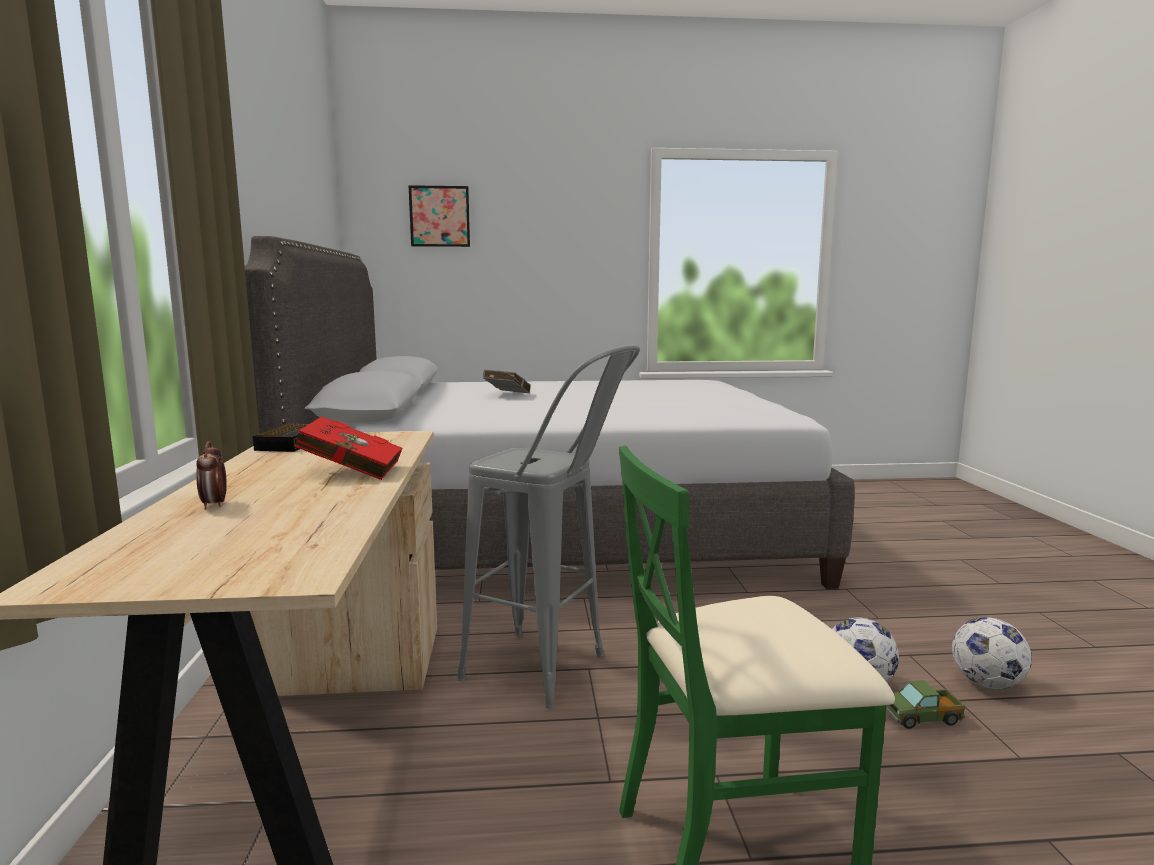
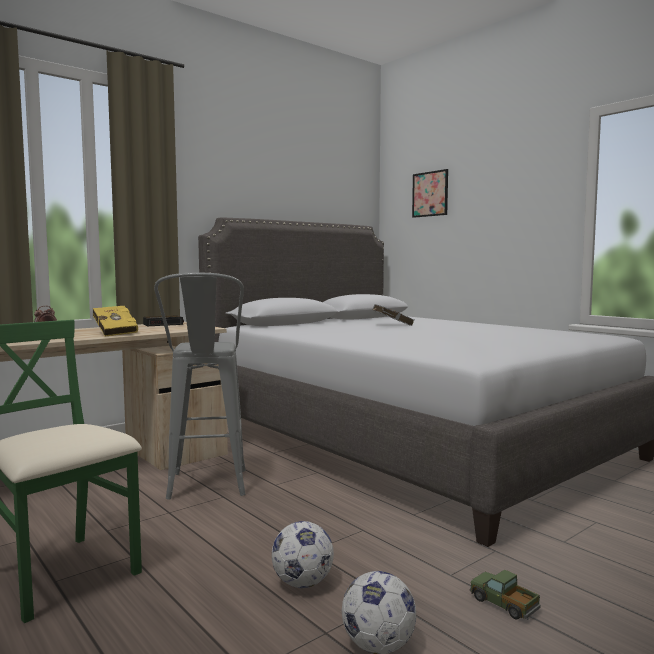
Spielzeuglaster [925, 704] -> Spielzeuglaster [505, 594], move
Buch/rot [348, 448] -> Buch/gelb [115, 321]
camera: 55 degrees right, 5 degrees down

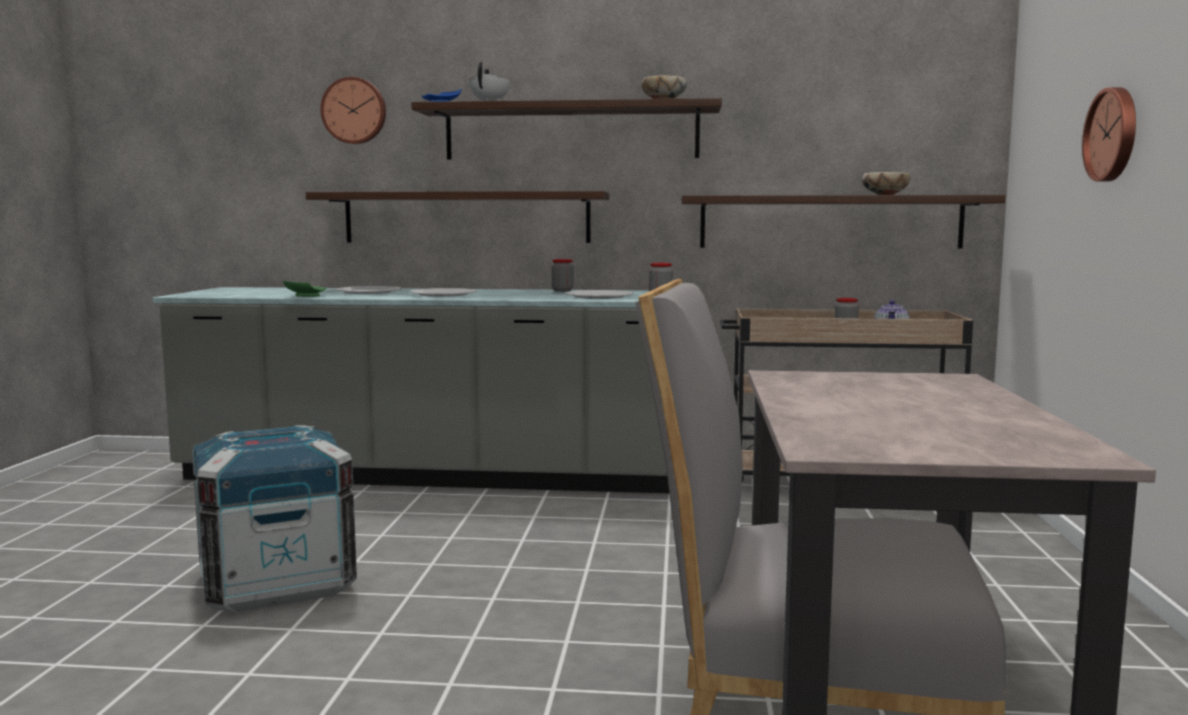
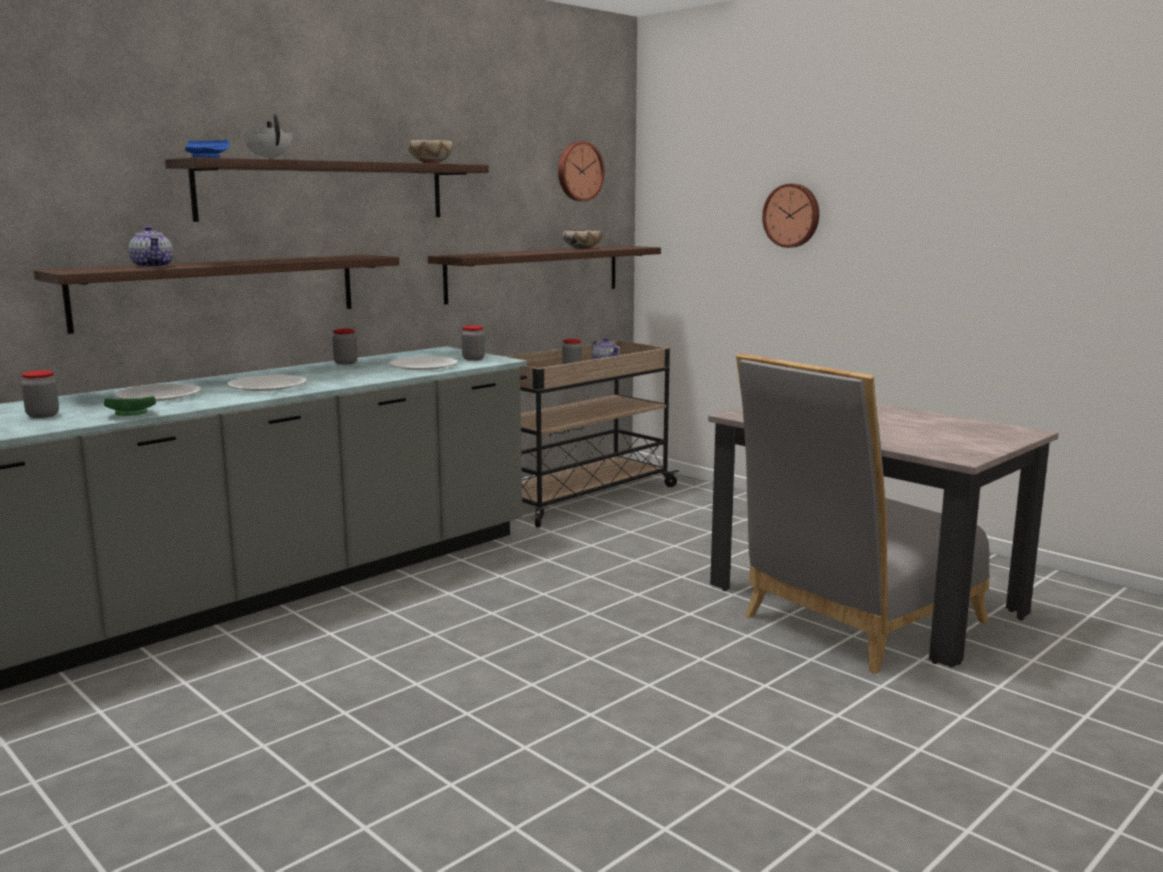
Kiste [274, 519] -> none
none -> Vorratsglas [40, 394]
none -> Teekanne [151, 247]
Wanduhr [353, 110] -> Wanduhr [581, 171], move
camera: 50 degrees left, 5 degrees up

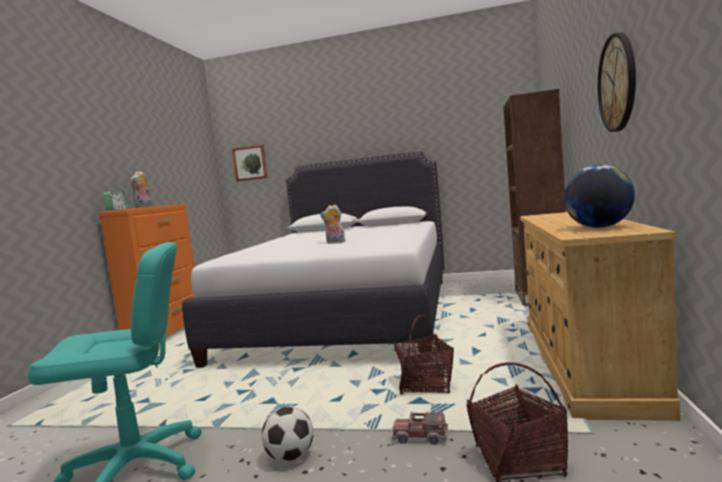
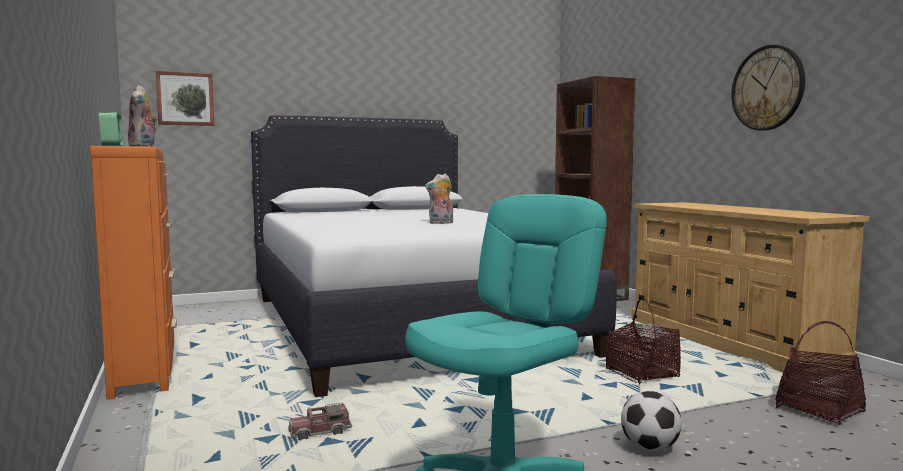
Globus [599, 196] -> none
Spielzeuglaster [420, 428] -> Spielzeuglaster [320, 421], move
camera: 35 degrees left, 0 degrees up

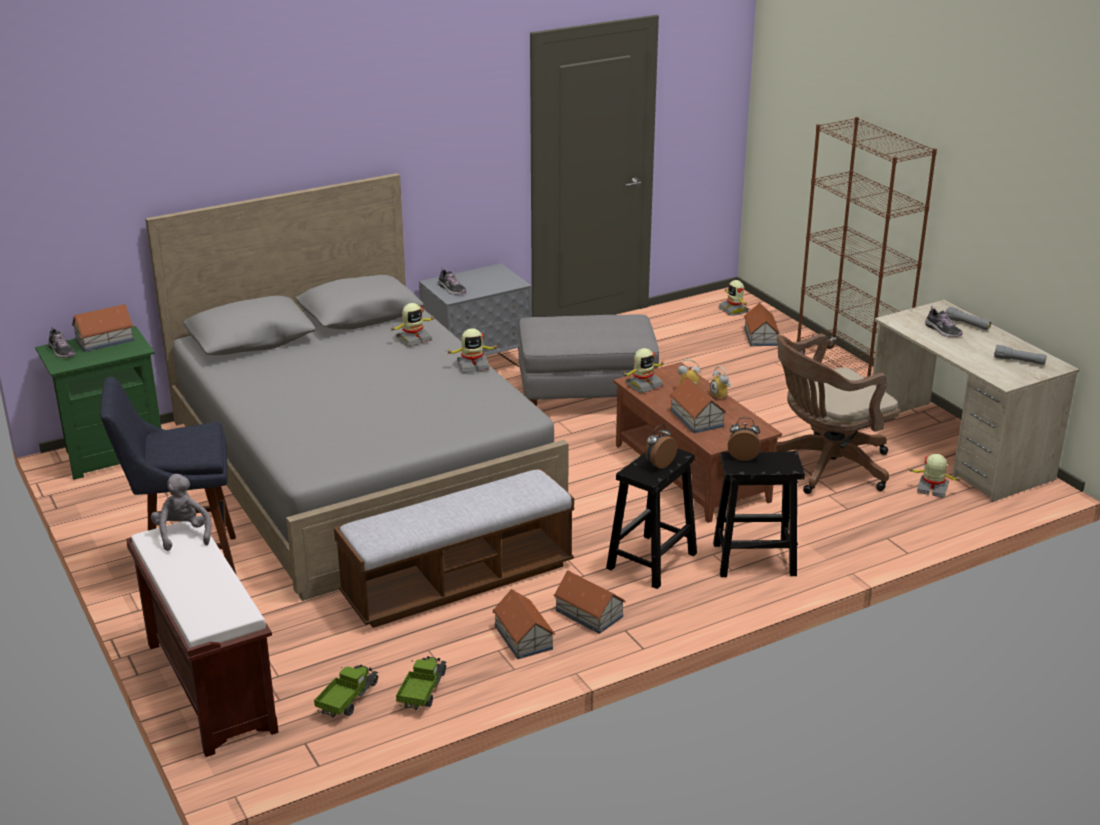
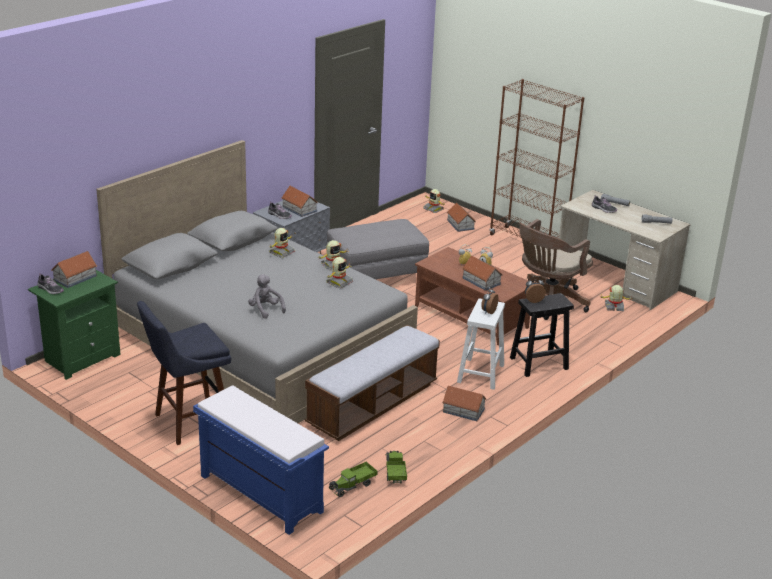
Plüschtier/grau [181, 512] -> Plüschtier/grau [267, 296], move
Spielzeughaus [523, 624] -> Spielzeughaus [299, 201], move
Spielzeugroboter [643, 370] -> Spielzeugroboter [340, 272], move
Bank/braun [202, 639] -> Bank/blau [261, 460]
Hocker/schwarz [651, 518] -> Hocker/weiß [481, 344]
Spielzeuglaster [346, 690] -> Spielzeuglaster [352, 479], 135 degrees counterclockwise
camera: 20 degrees left, 0 degrees up

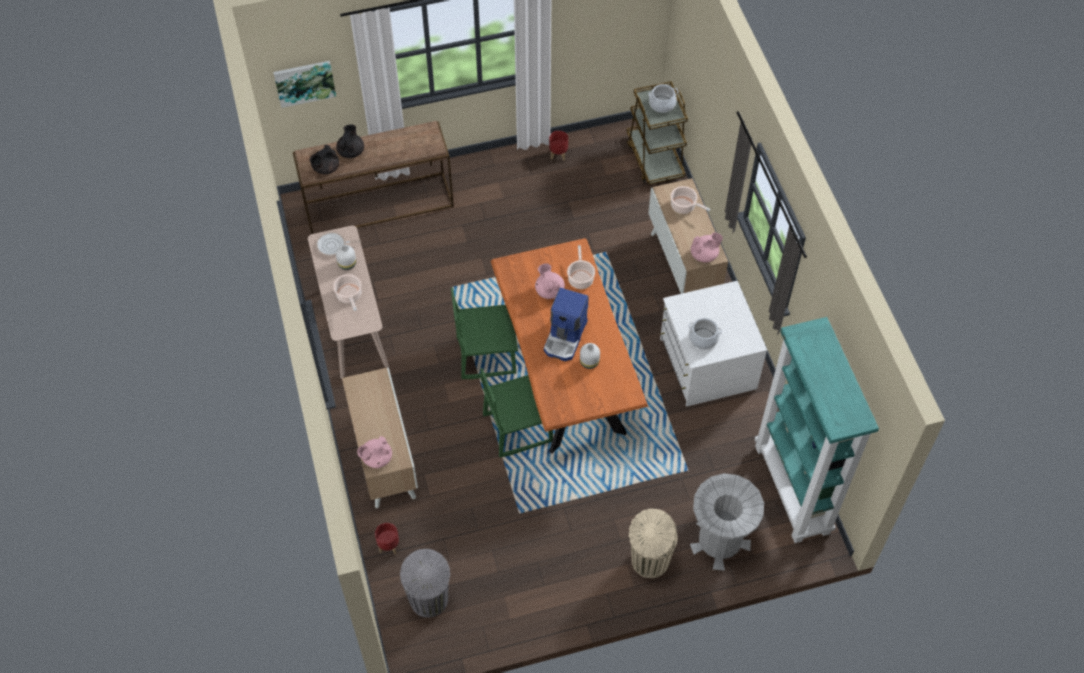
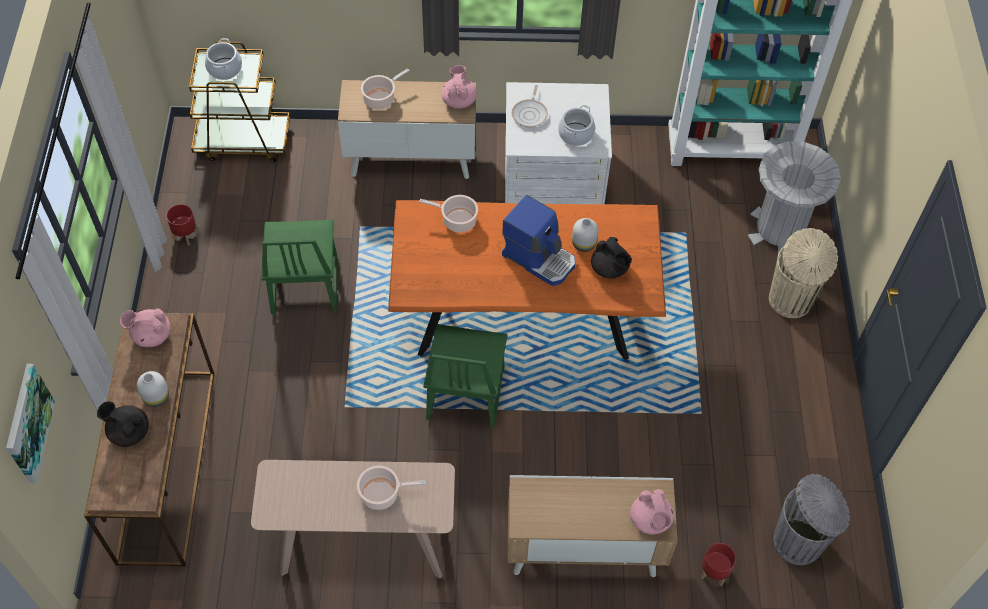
Teekanne/schwarz [324, 159] -> Teekanne/schwarz [611, 257], move
Pfanne [338, 244] -> Pfanne [530, 106], move
Vase/weiß [346, 257] -> Vase/weiß [153, 389], move
Stuhl/grün [516, 413] -> Stuhl/grün [299, 267], move
Teekanne/rosa [550, 281] -> Teekanne/rosa [145, 327], move
camera: 75 degrees left, 0 degrees up

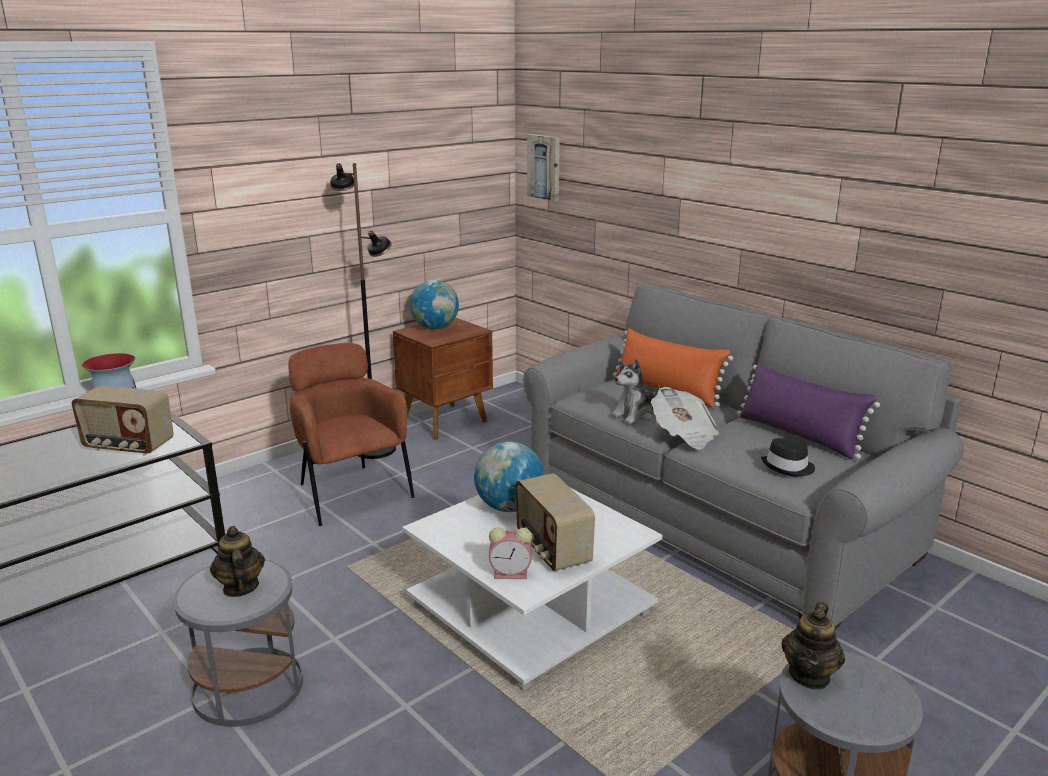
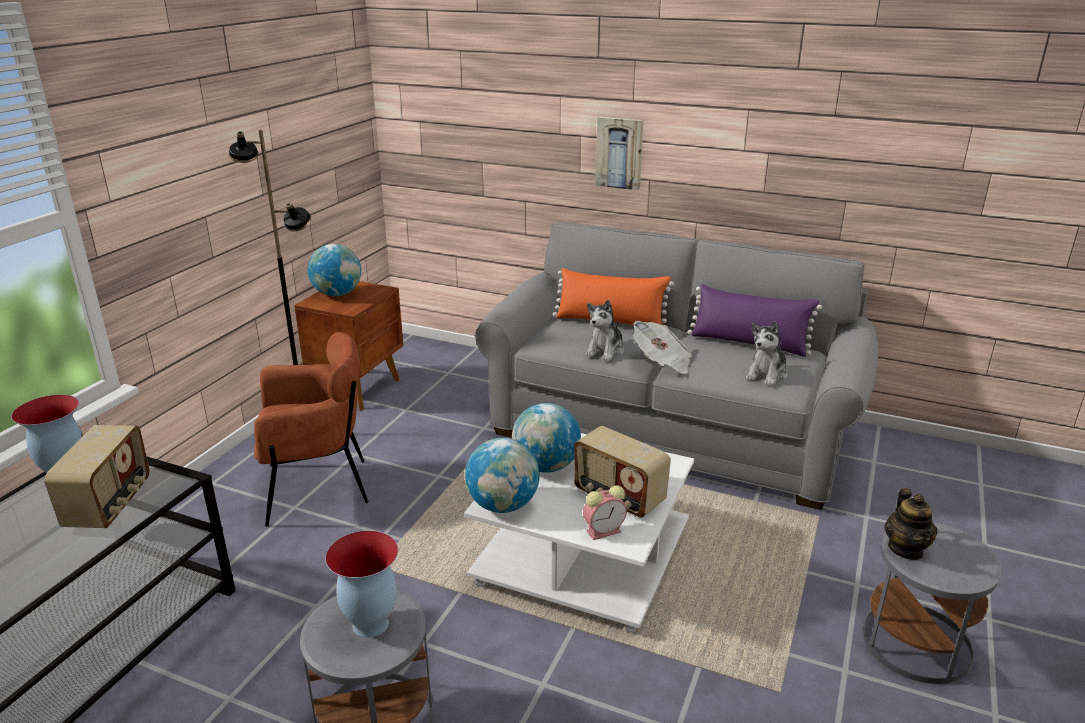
none -> Globus [502, 475]
Bild [543, 167] -> Bild [619, 153], move
Teekanne [237, 561] -> Vase [361, 584]
Hut/schwarz [788, 457] -> Plüschtier [766, 353]
Radio [122, 420] -> Radio [97, 476], 75 degrees counterclockwise
Sessel/braun [351, 434] -> Sessel/braun [311, 429], 135 degrees clockwise
camera: 25 degrees left, 5 degrees up

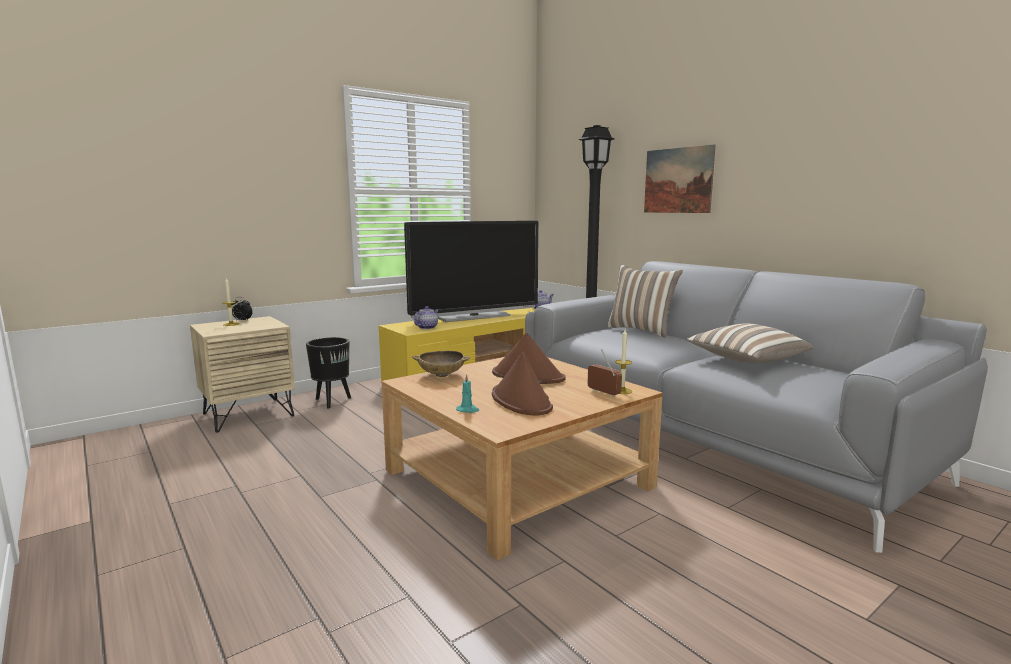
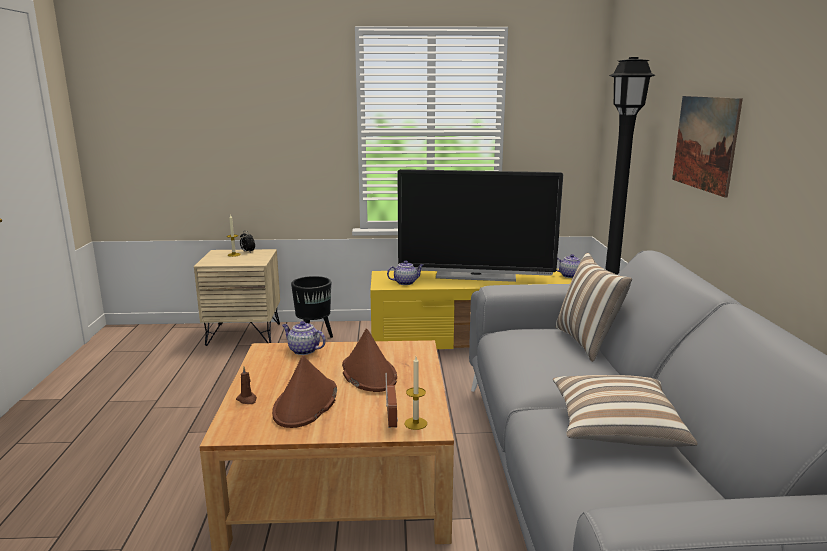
Schüssel/beige [441, 364] -> Teekanne [304, 338]
Kerze/türkis [468, 393] -> Kerze/braun [246, 385]
camera: 35 degrees right, 5 degrees up

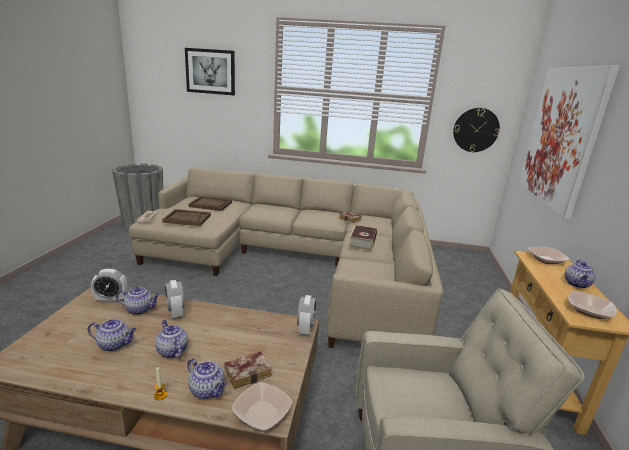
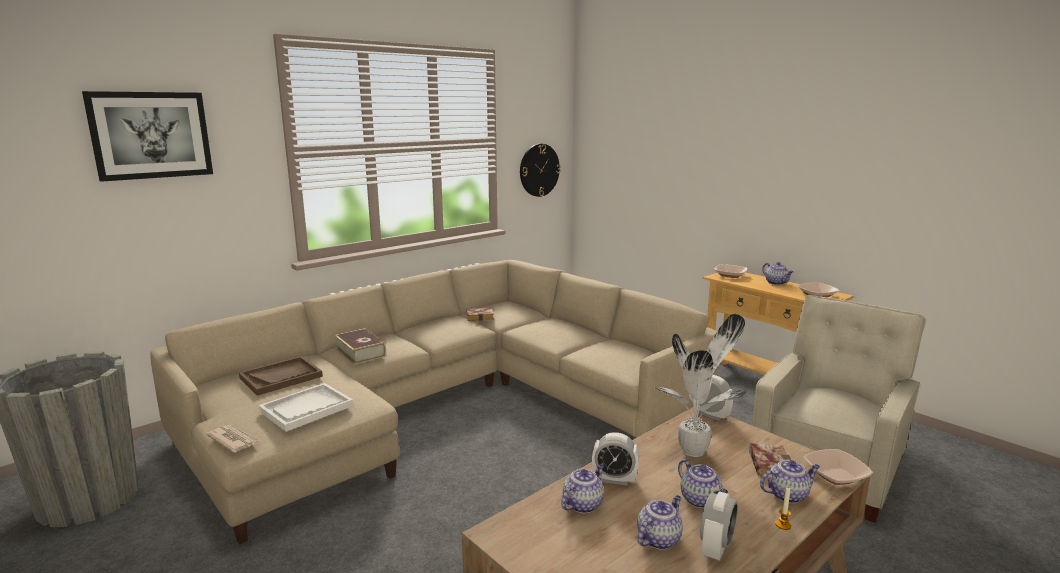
Bild [569, 142] -> none
none -> Topfpflanze [700, 385]
Wecker [109, 286] -> Wecker [719, 526], move
Buch [362, 238] -> Buch [360, 346], move
Tablett/braun [186, 217] -> Tablett/weiß [306, 407]
Teekanne [171, 339] -> Teekanne [703, 483], 120 degrees counterclockwise
camera: 50 degrees left, 5 degrees down

